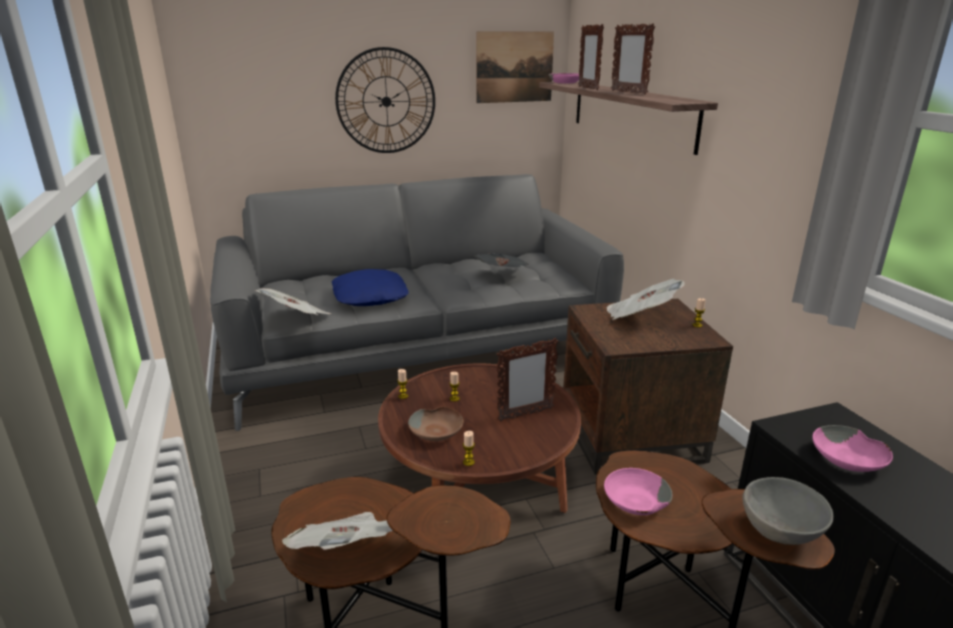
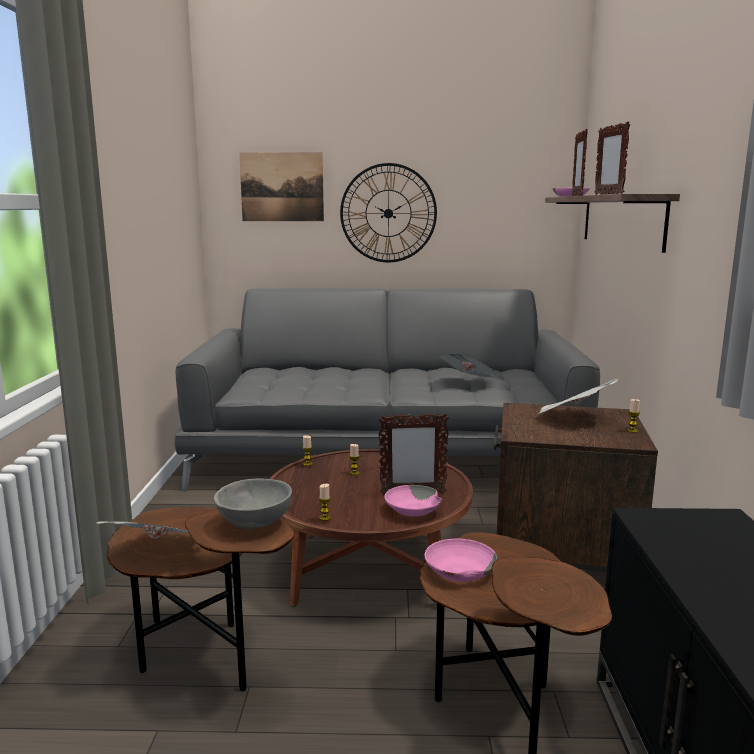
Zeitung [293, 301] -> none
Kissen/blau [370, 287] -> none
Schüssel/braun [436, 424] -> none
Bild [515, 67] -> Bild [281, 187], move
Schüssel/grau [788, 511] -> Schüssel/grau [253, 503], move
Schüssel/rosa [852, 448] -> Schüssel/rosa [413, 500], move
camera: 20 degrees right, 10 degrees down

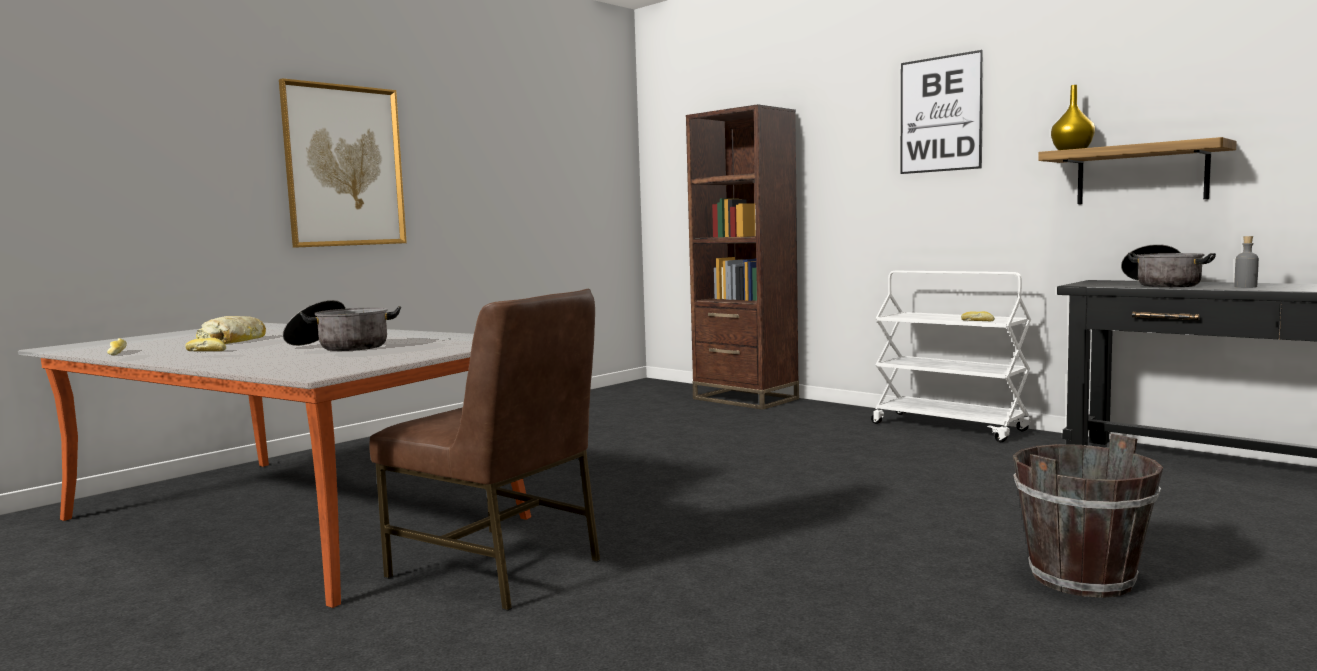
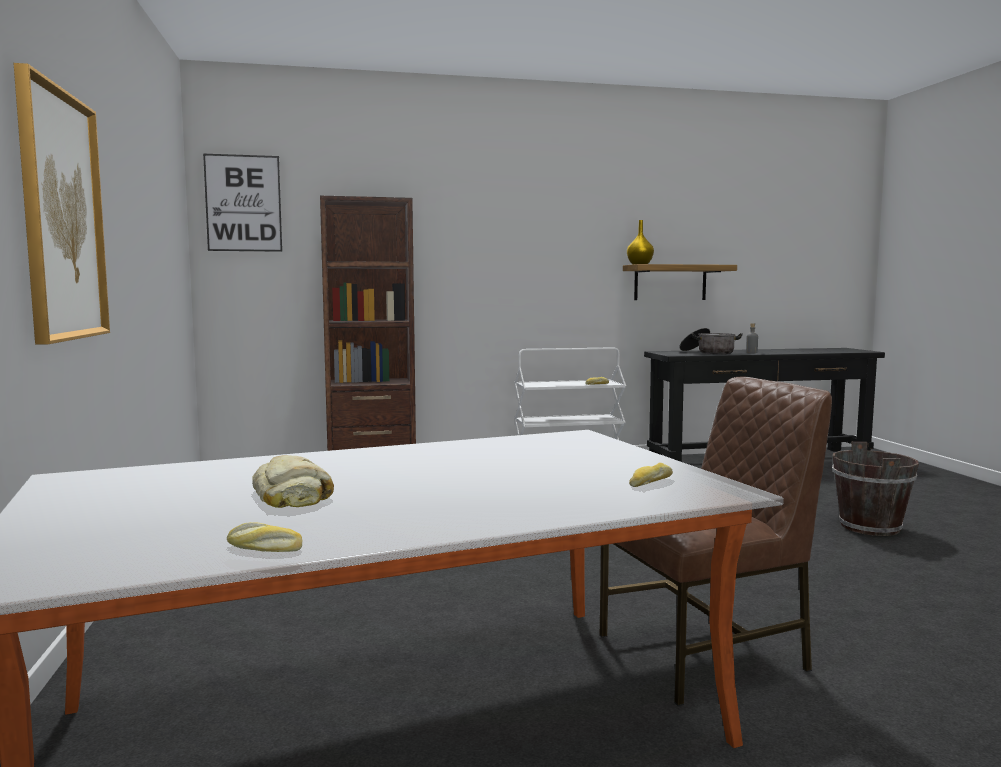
Kochtopf [342, 325] -> none
Brot [205, 344] -> Brot [651, 475], move
Bild [942, 112] -> Bild [242, 203], move
camera: 55 degrees left, 0 degrees up

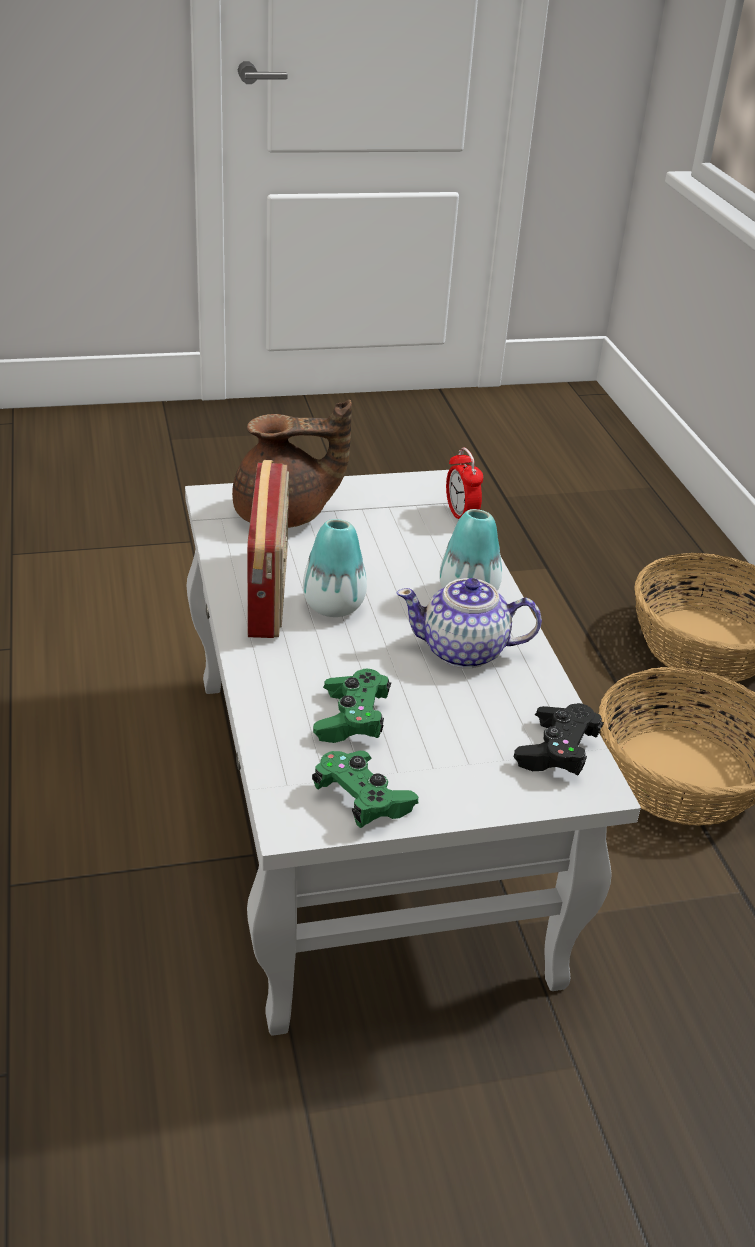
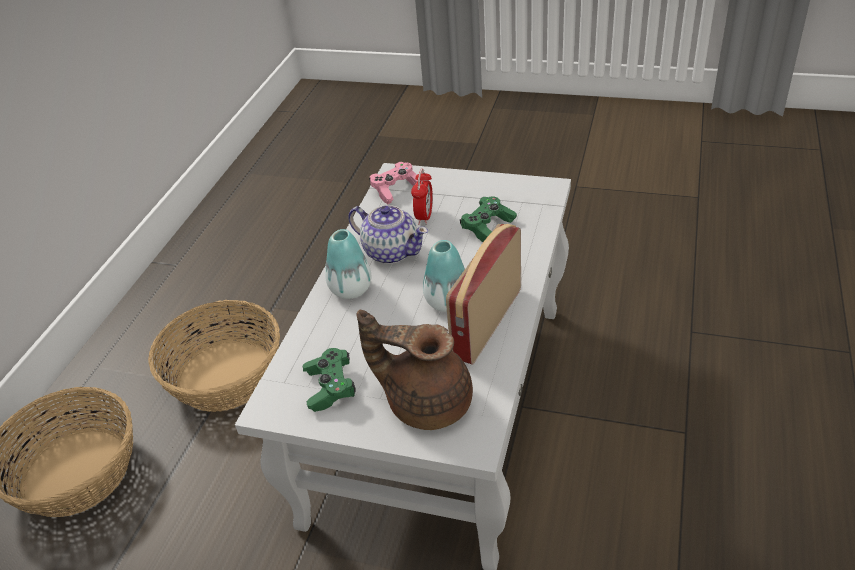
Gamepad/grün [365, 789] -> Gamepad/grün [329, 380], move
Wecker [464, 483] -> Wecker [422, 197], move
Gamepad/schwarz [559, 739] -> Gamepad/rosa [393, 183]
camera: 145 degrees left, 5 degrees up

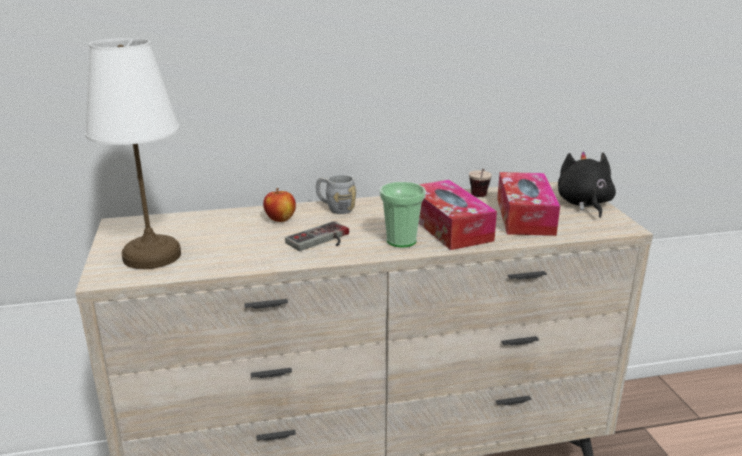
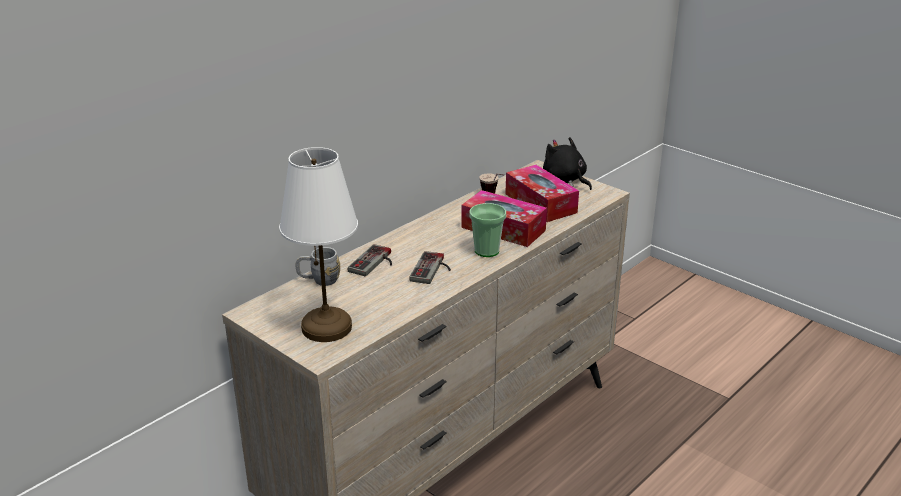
Henkelbecher/grau [336, 194] -> Henkelbecher/grau [317, 266], move
Apfel [279, 205] -> Gamepad [370, 260]
camera: 35 degrees left, 5 degrees up

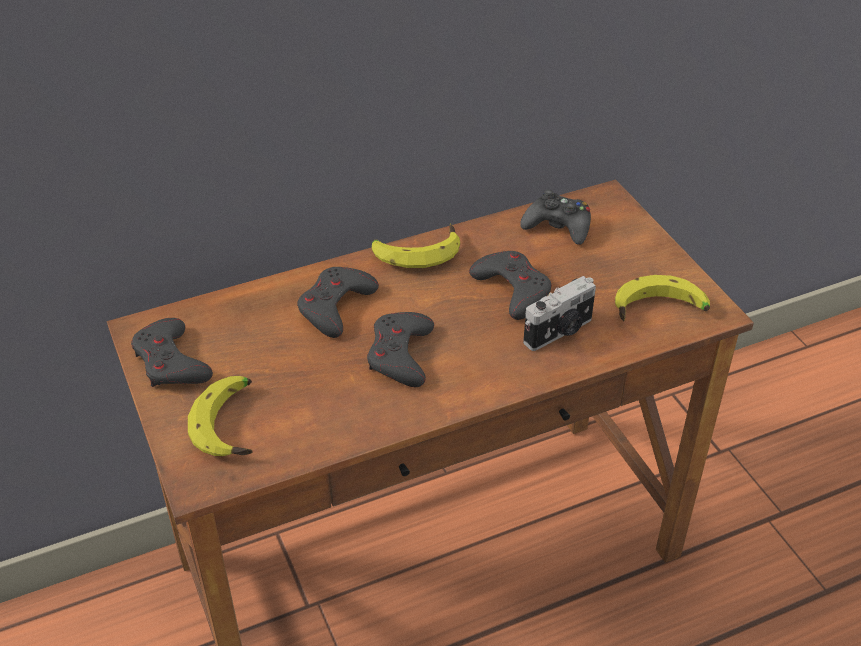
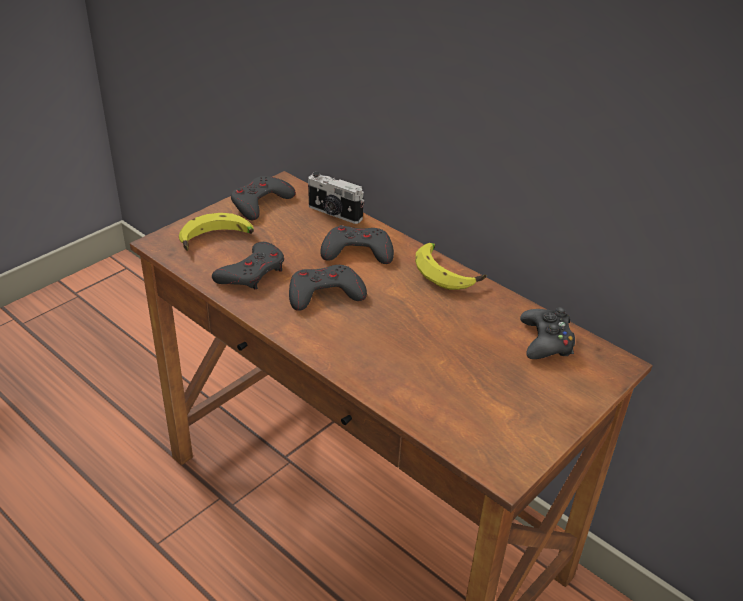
Banane [662, 298] -> none
Gamepad/grau [510, 285] -> Gamepad/grau [248, 266], move
Kamera [559, 313] -> Kamera [336, 198], move
camera: 65 degrees right, 5 degrees down

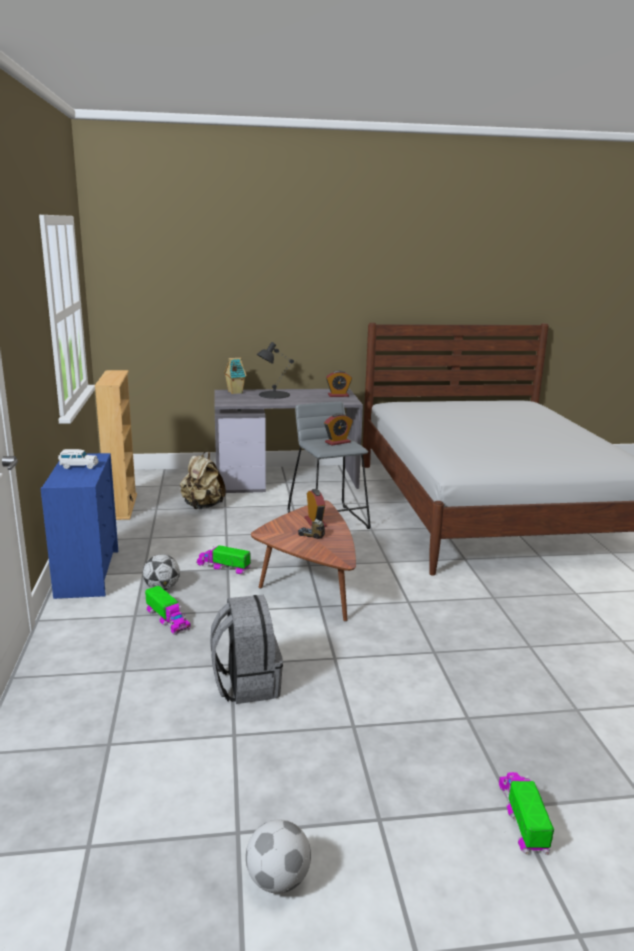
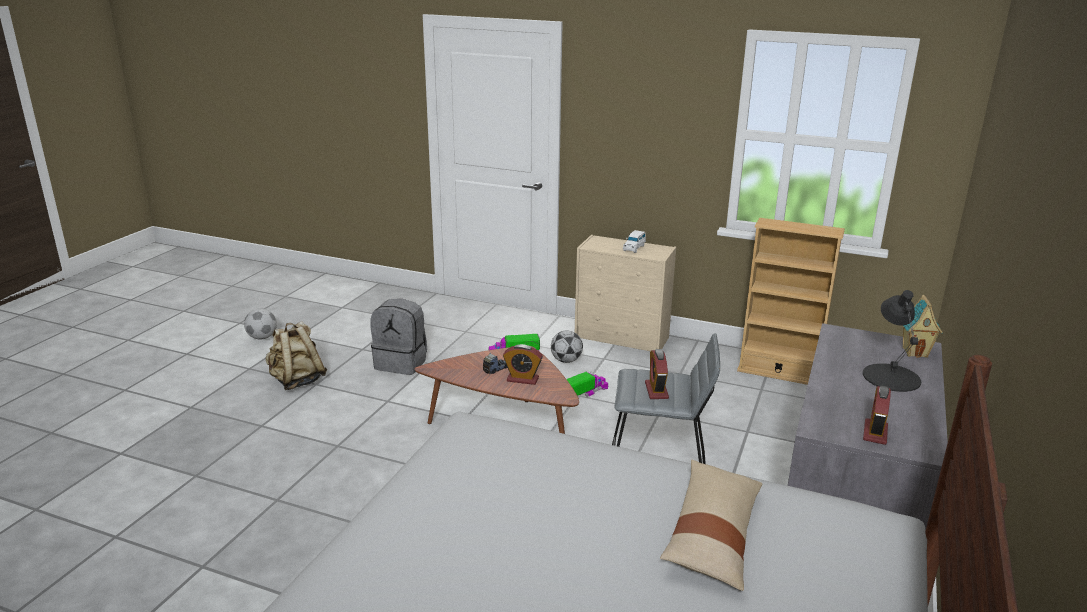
Spielzeuglaster [526, 813] -> none
none -> Kissen/beige [711, 525]
Rucksack/beige [203, 480] -> Rucksack/beige [296, 355], move
Kommode/blau [79, 526] -> Kommode/beige [625, 293]
camera: 120 degrees right, 5 degrees up

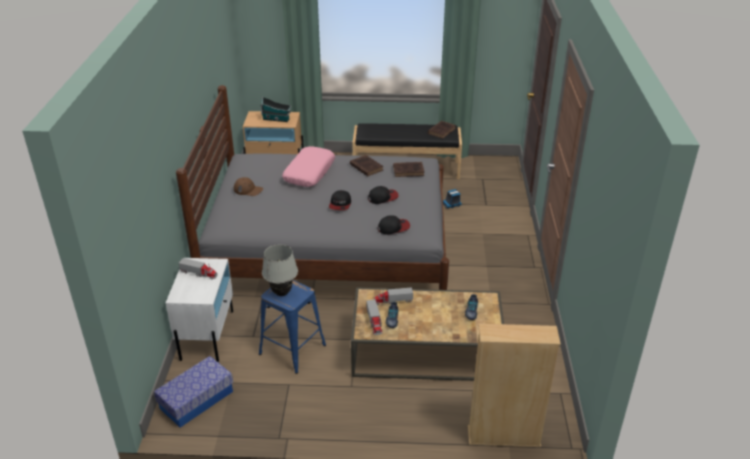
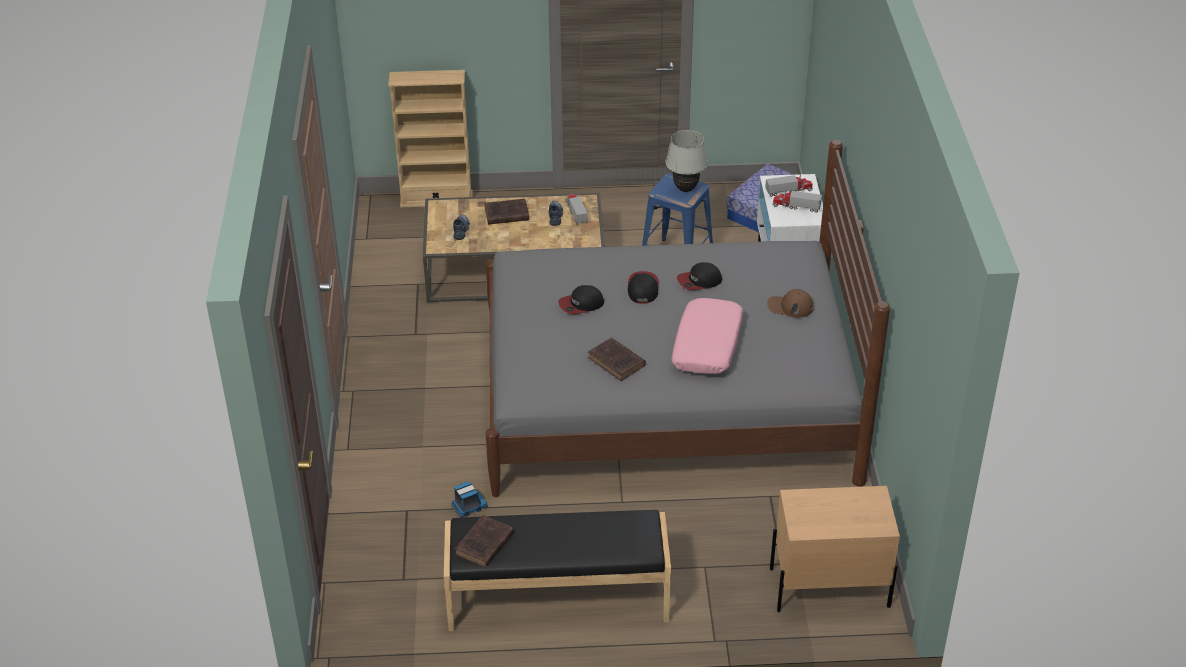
Spielzeughaus [276, 109] -> none
Spielzeuglaster [393, 296] -> Spielzeuglaster [789, 186], move
Kappe [394, 225] -> Kappe [699, 276], move
Buch/braun [408, 169] -> Buch/braun [506, 212], move
camera: 175 degrees right, 5 degrees up

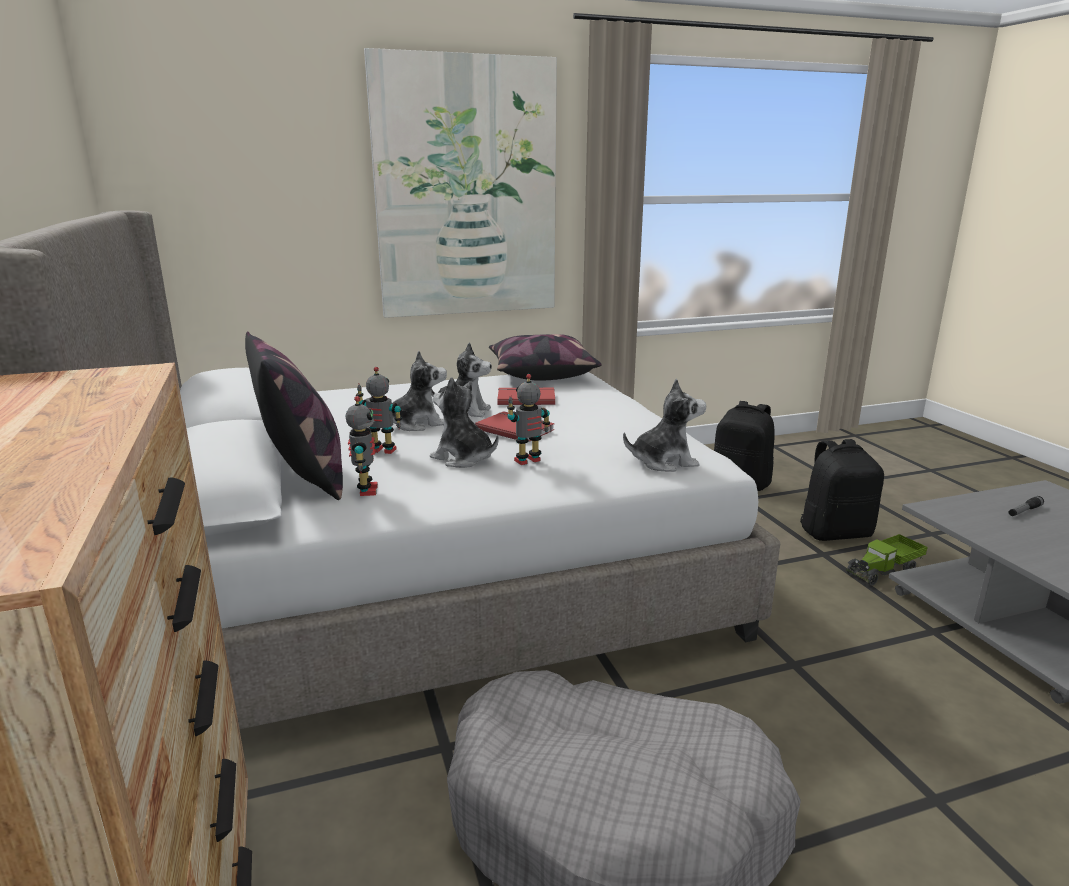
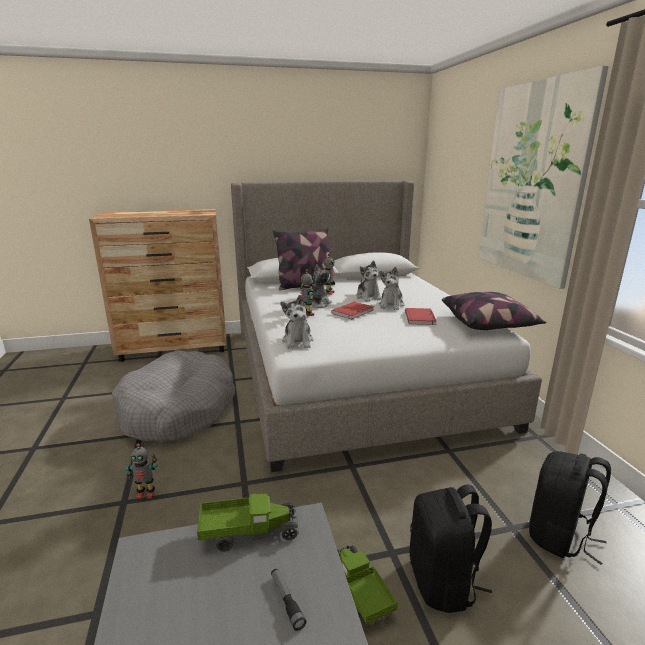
none -> Spielzeuglaster [248, 523]
Spielzeugroboter [361, 446] -> Spielzeugroboter [142, 471], move
camera: 95 degrees right, 0 degrees up

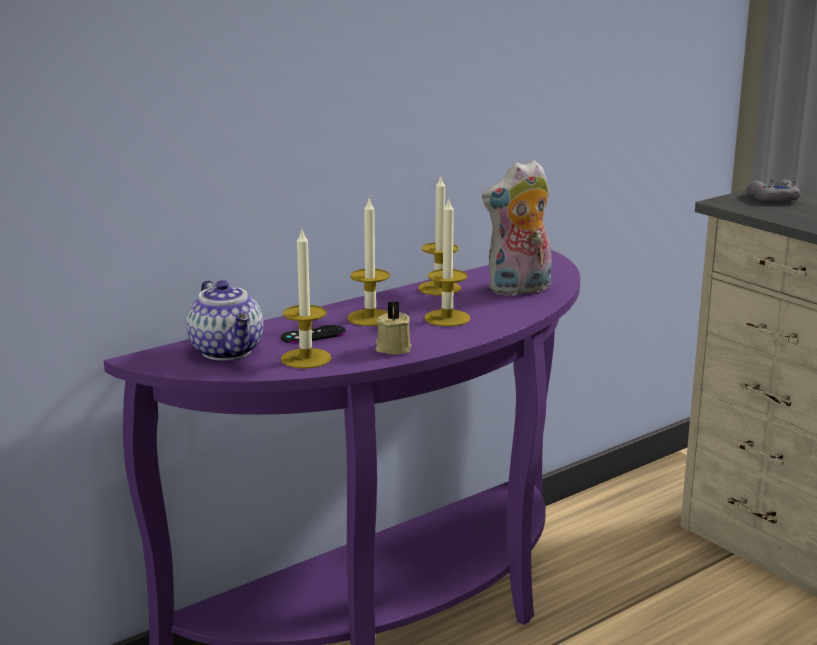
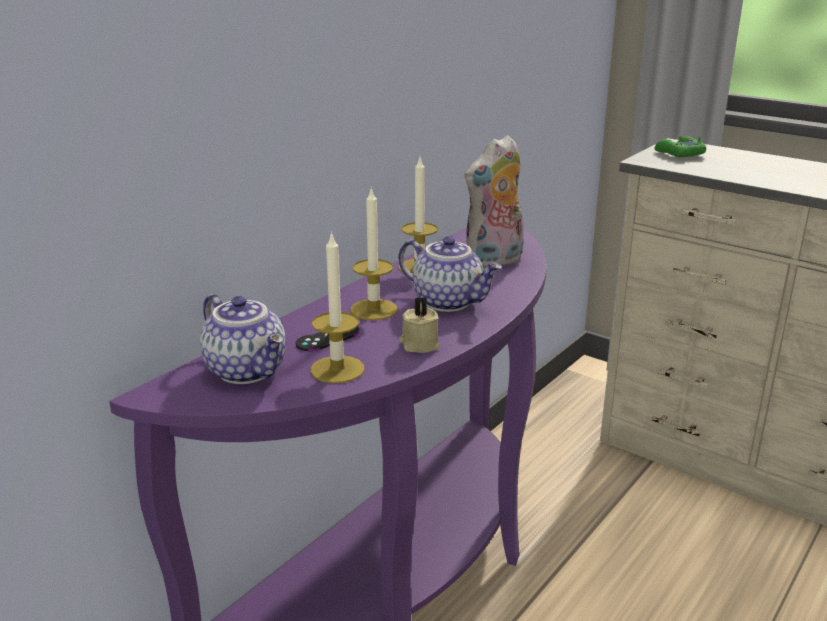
Kerze [447, 262] -> Teekanne [450, 274]
Gamepad/grau [773, 190] -> Gamepad/grün [680, 146]
camera: 15 degrees left, 5 degrees up

